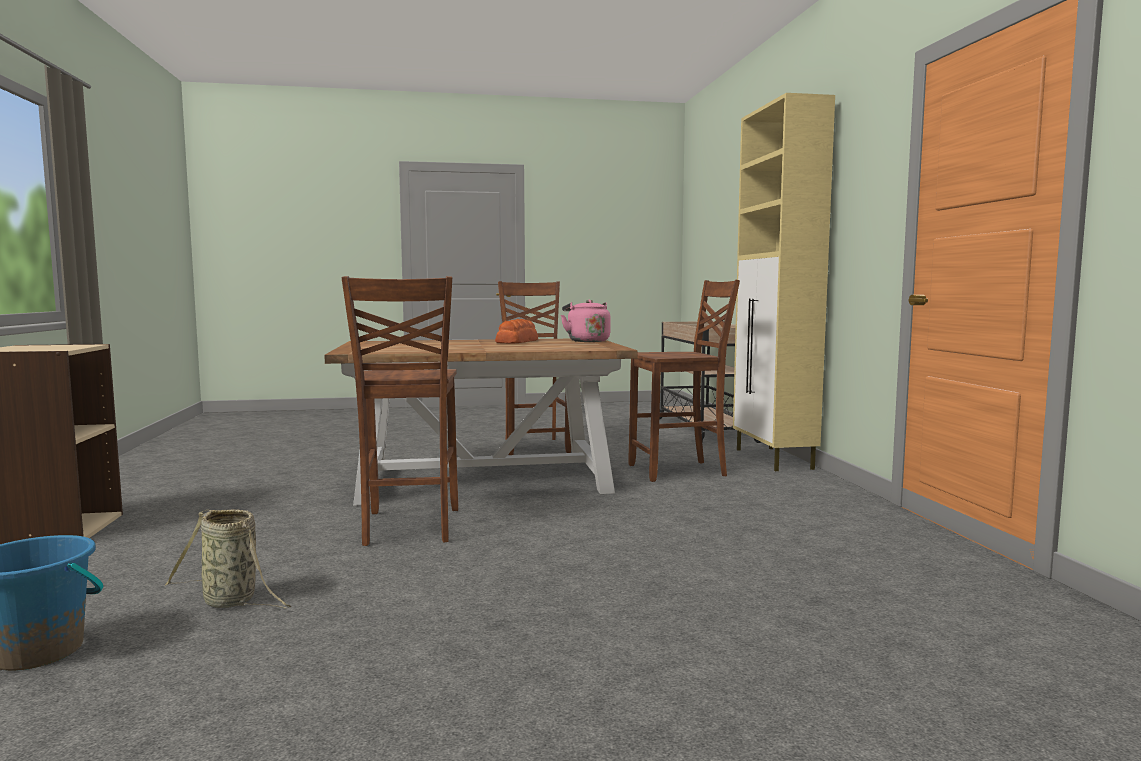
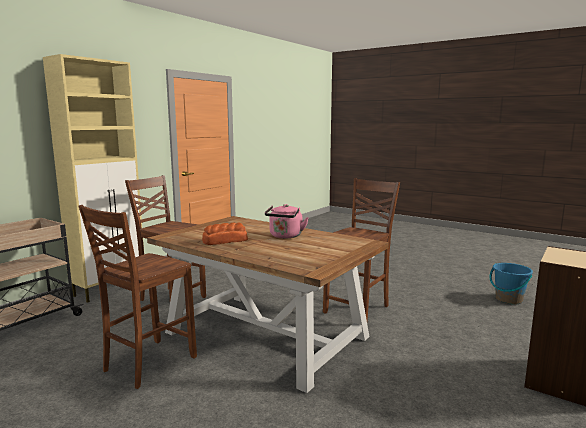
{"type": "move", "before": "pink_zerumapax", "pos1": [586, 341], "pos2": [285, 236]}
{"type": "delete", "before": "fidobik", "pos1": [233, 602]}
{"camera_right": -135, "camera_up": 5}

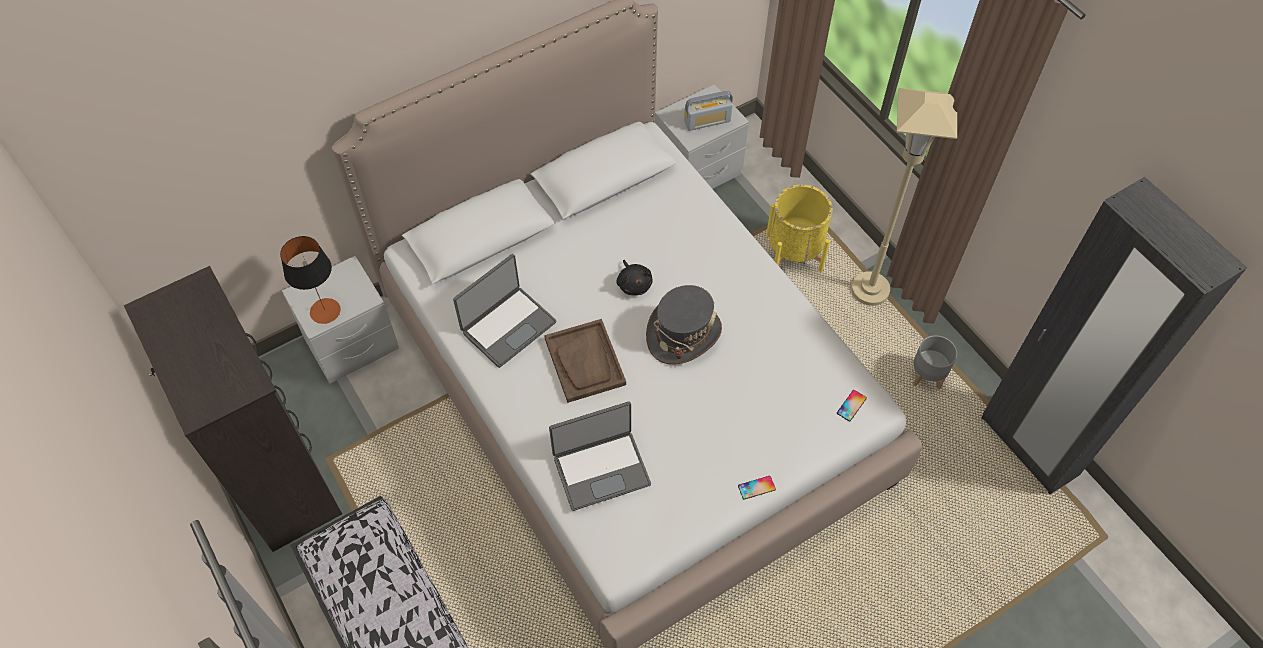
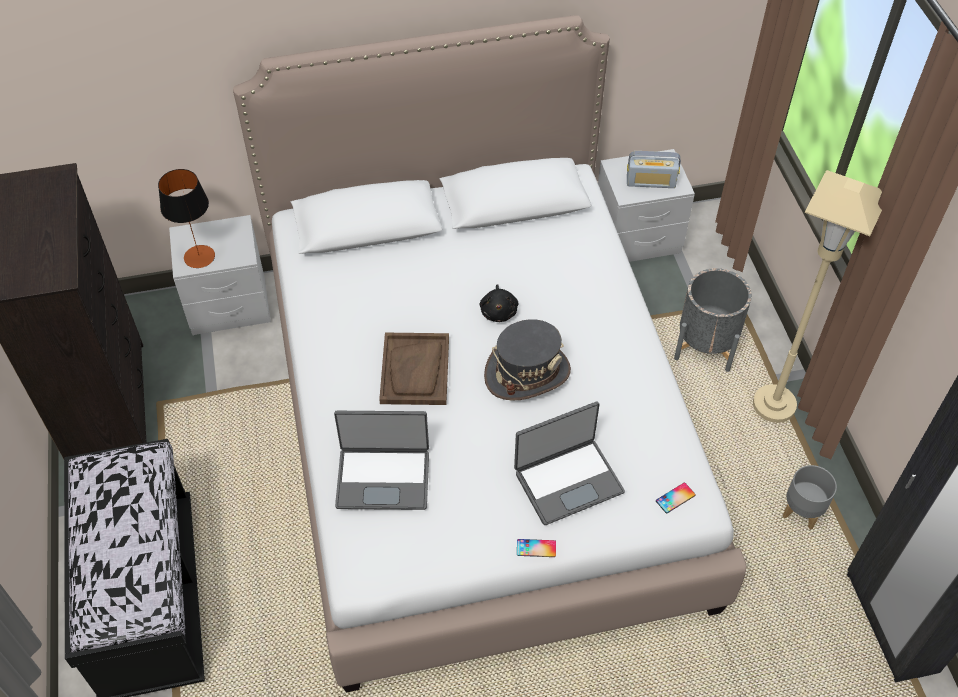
{"type": "recolor", "before": "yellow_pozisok", "after": "grey_pozisok", "pos1": [793, 253], "pos2": [705, 345]}
{"type": "move", "before": "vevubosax", "pos1": [508, 326], "pos2": [568, 480]}
{"camera_right": 20, "camera_up": -5}

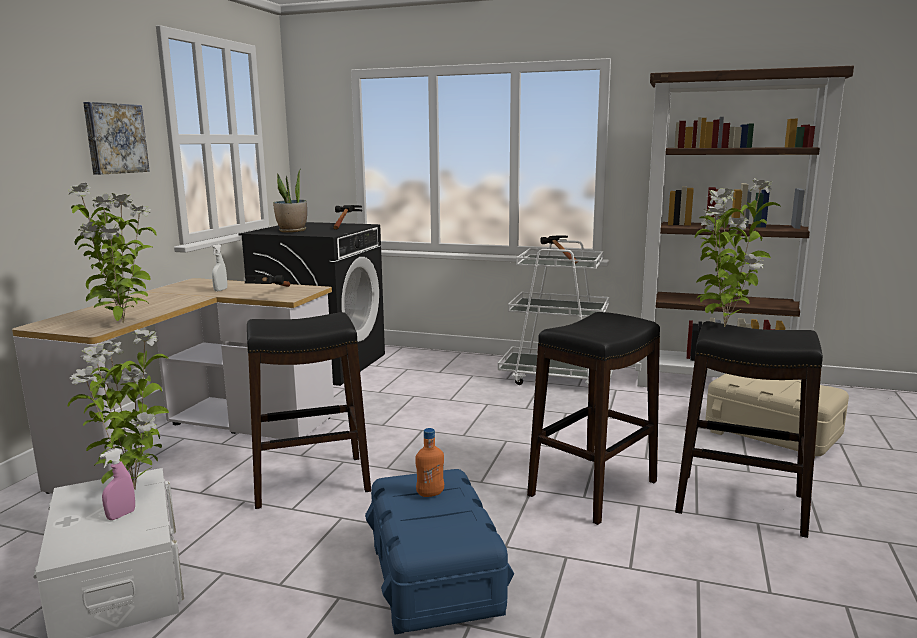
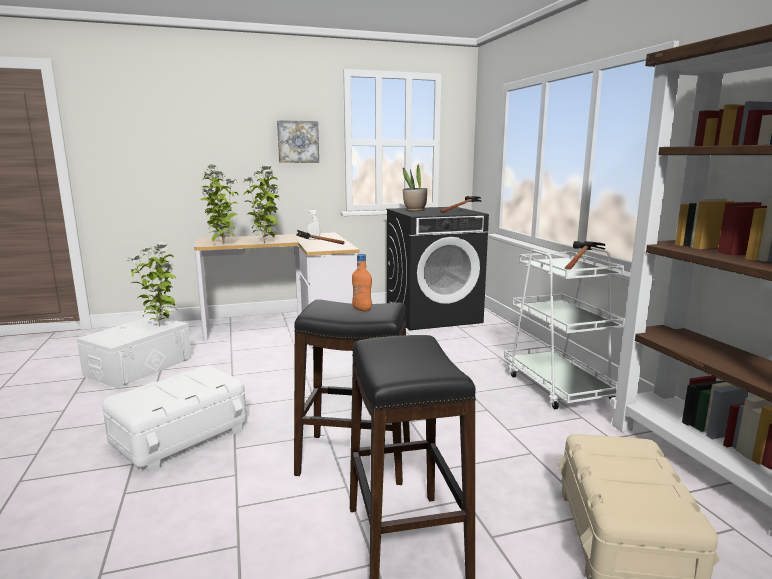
{"type": "move", "before": "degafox", "pos1": [723, 326], "pos2": [265, 242]}
{"type": "delete", "before": "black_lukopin", "pos1": [310, 481]}
{"type": "move", "before": "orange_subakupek", "pos1": [430, 494], "pos2": [362, 309]}
{"type": "delete", "before": "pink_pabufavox", "pos1": [121, 515]}
{"type": "recolor", "before": "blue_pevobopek", "after": "white_pevobopek", "pos1": [433, 578], "pos2": [180, 436]}
{"camera_right": 55, "camera_up": 0}

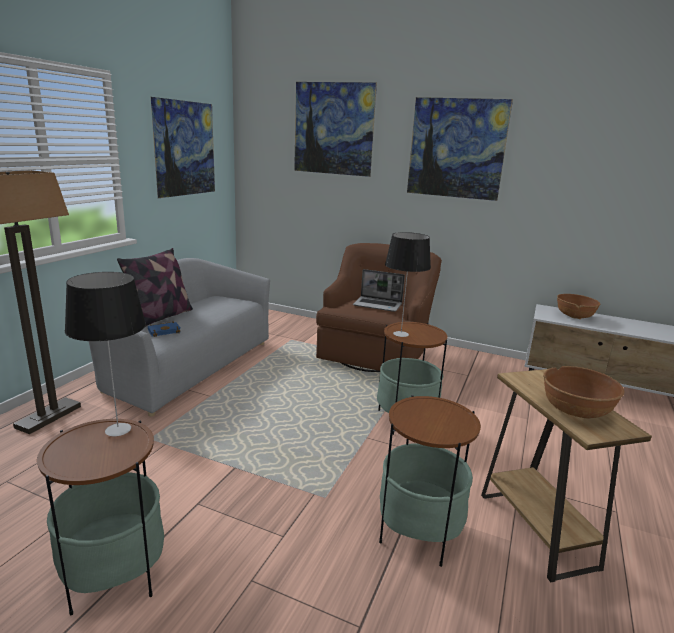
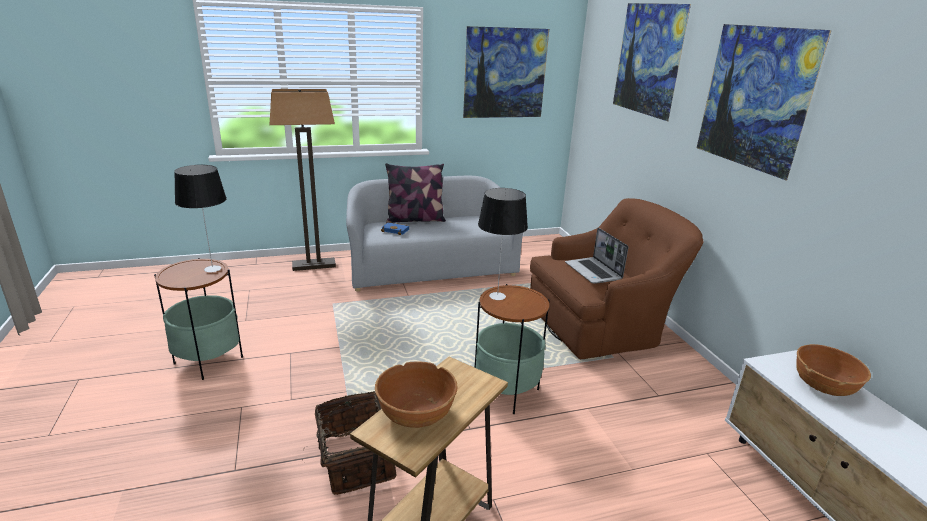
{"type": "replace", "before": "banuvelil", "after": "fidobik", "pos1": [418, 533], "pos2": [354, 460]}
{"camera_right": 50, "camera_up": 5}

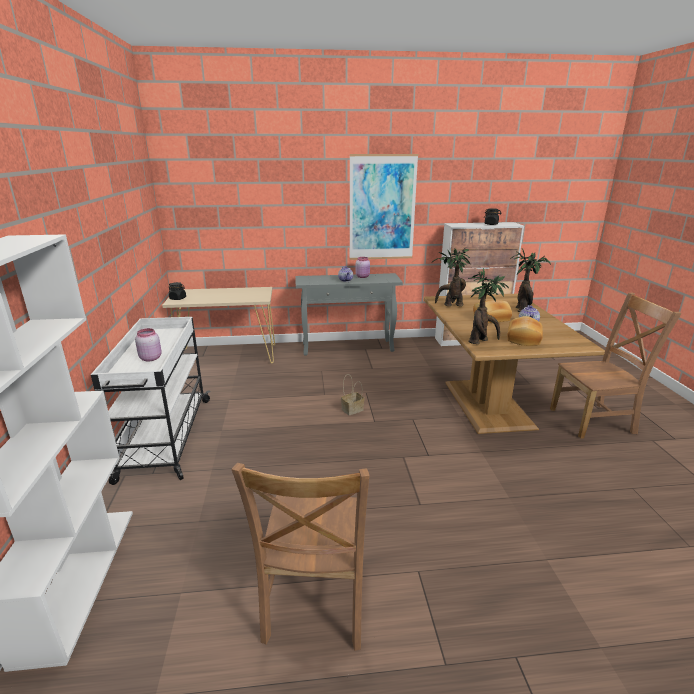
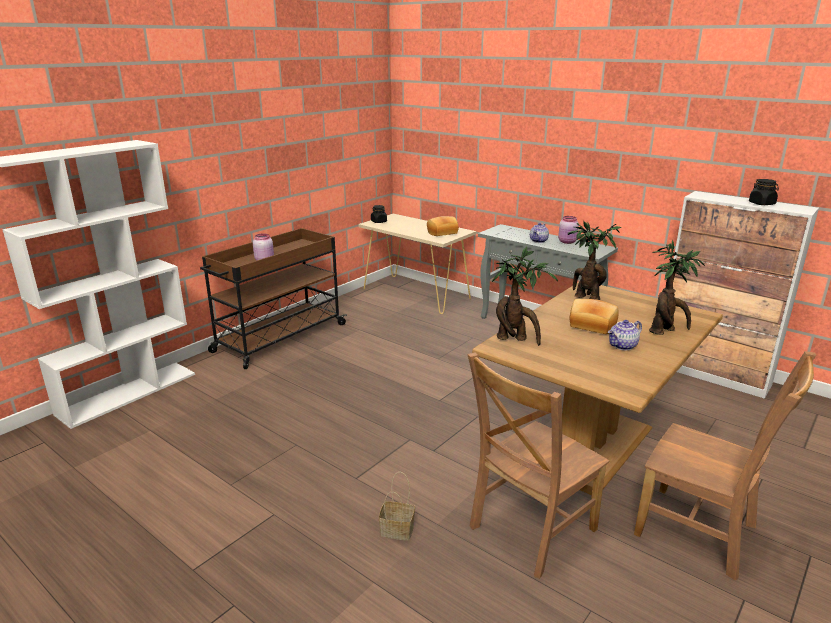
{"type": "delete", "before": "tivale", "pos1": [382, 208]}
{"type": "move", "before": "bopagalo", "pos1": [522, 339], "pos2": [442, 232]}
{"type": "recolor", "before": "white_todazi", "after": "brown_todazi", "pos1": [166, 438], "pos2": [278, 338]}
{"type": "move", "before": "fidobik", "pos1": [352, 409], "pos2": [398, 529]}
{"type": "move", "before": "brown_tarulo", "pos1": [315, 604], "pos2": [529, 530]}
{"camera_right": 45, "camera_up": 0}

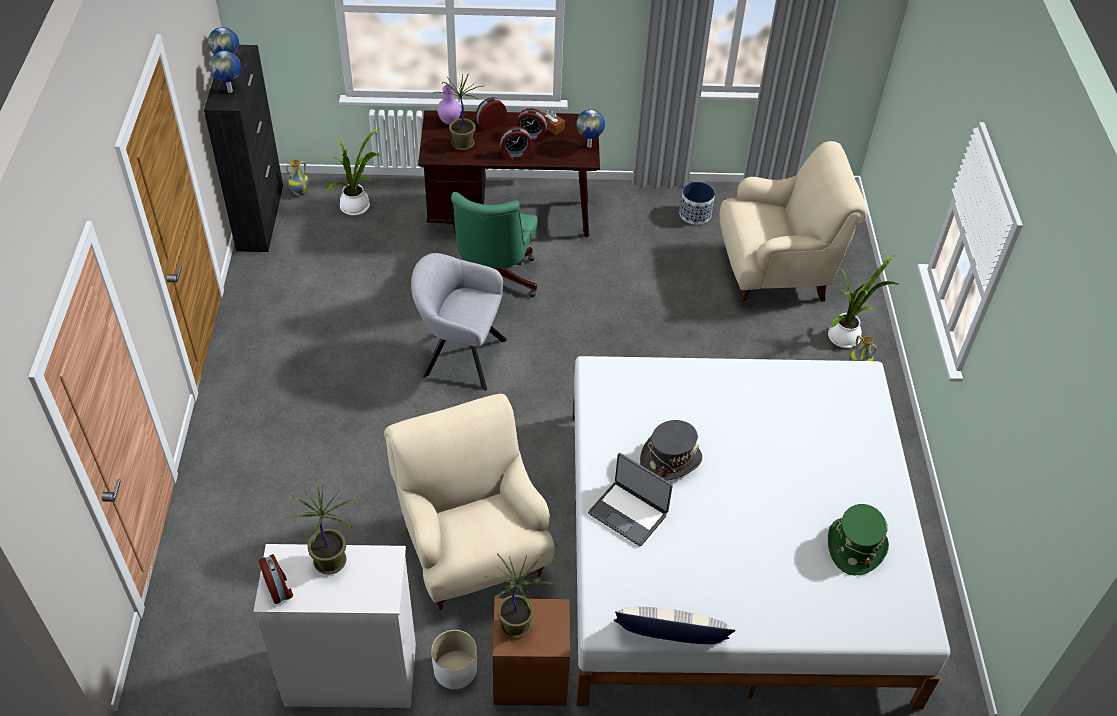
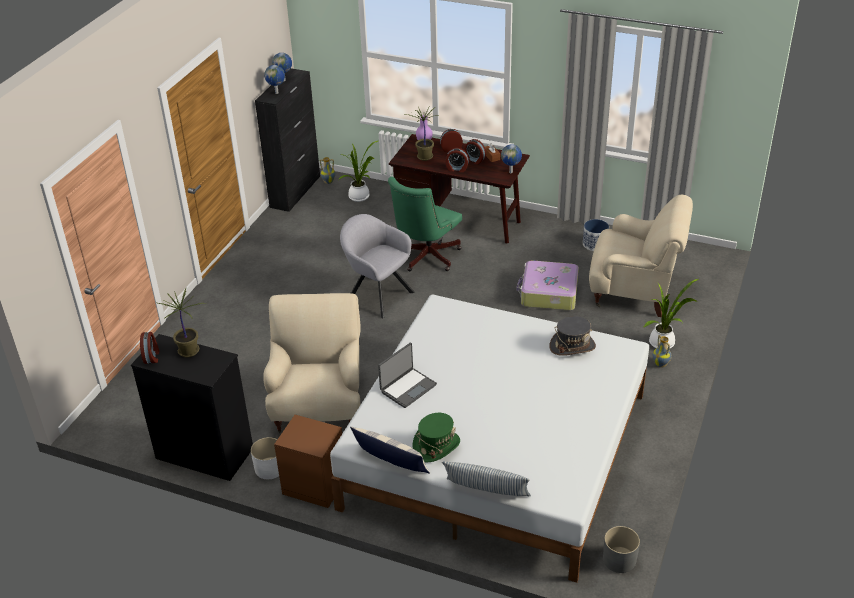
{"type": "move", "before": "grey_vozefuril", "pos1": [670, 460], "pos2": [572, 346]}
{"type": "rotate", "before": "vevubosax", "pos1": [628, 513], "pos2": [407, 388], "turn": -105}
{"type": "move", "before": "green_vozefuril", "pos1": [855, 546], "pos2": [436, 446]}
{"type": "recolor", "before": "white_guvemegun", "after": "black_guvemegun", "pos1": [349, 675], "pos2": [203, 453]}
{"type": "delete", "before": "degafox", "pos1": [516, 625]}
{"type": "insert", "after": "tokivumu", "pos2": [548, 293]}
{"type": "insert", "after": "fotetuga", "pos2": [486, 492]}
{"type": "insert", "after": "grey_pozisok", "pos2": [619, 559]}
{"camera_right": 25, "camera_up": -10}

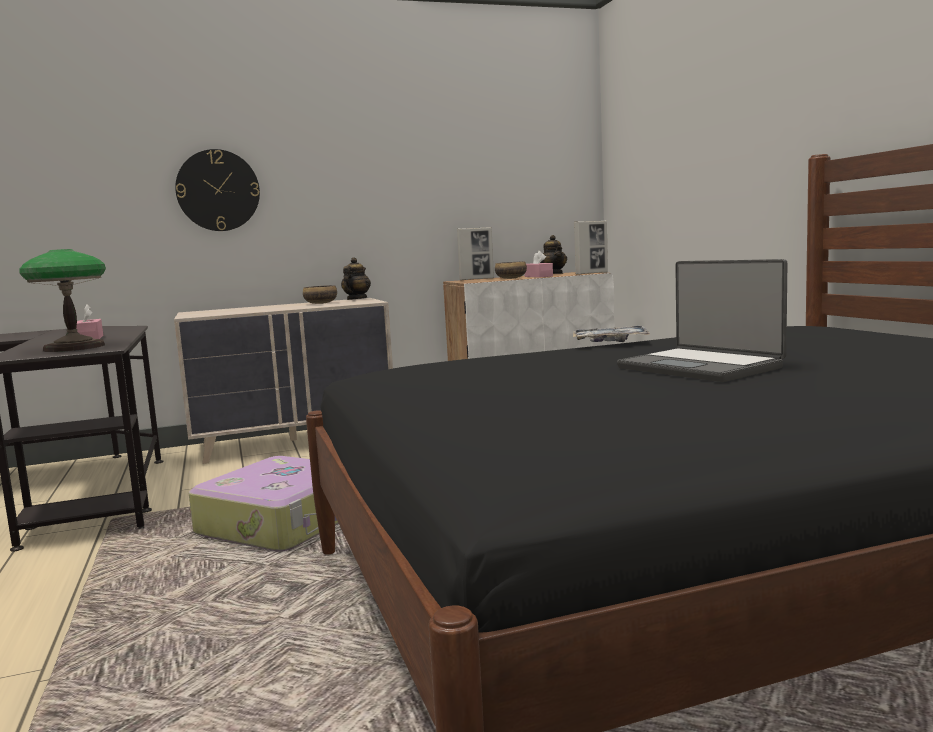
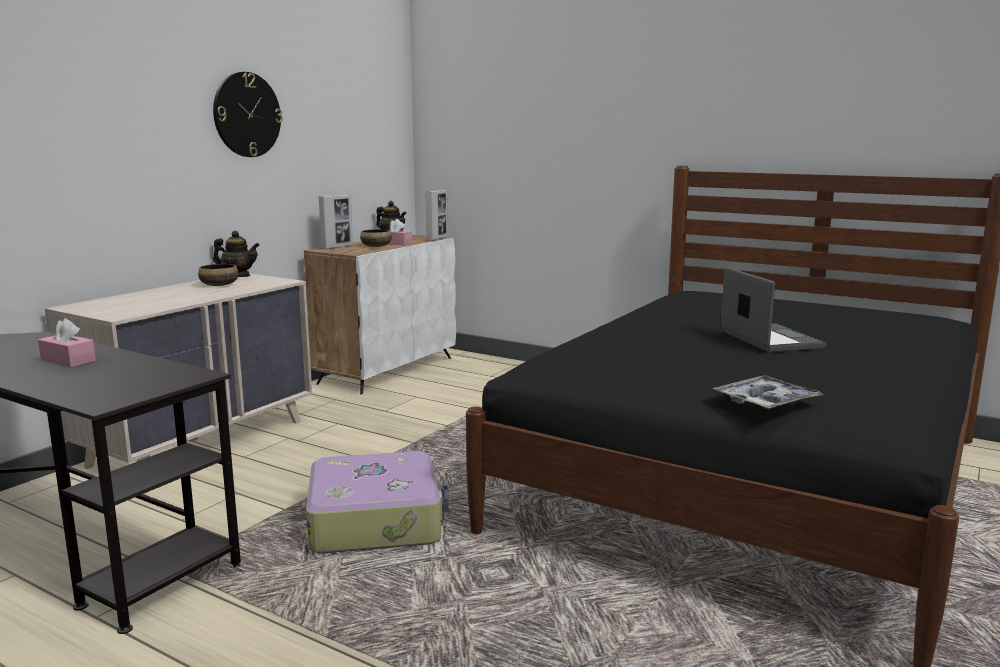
{"type": "move", "before": "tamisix", "pos1": [218, 190], "pos2": [247, 115]}
{"type": "delete", "before": "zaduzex", "pos1": [74, 347]}
{"type": "rotate", "before": "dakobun", "pos1": [356, 299], "pos2": [238, 276], "turn": 120}
{"type": "rotate", "before": "vevubosax", "pos1": [701, 367], "pos2": [768, 340], "turn": -120}
{"type": "move", "before": "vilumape", "pos1": [610, 342], "pos2": [765, 402]}
{"camera_right": -40, "camera_up": 5}

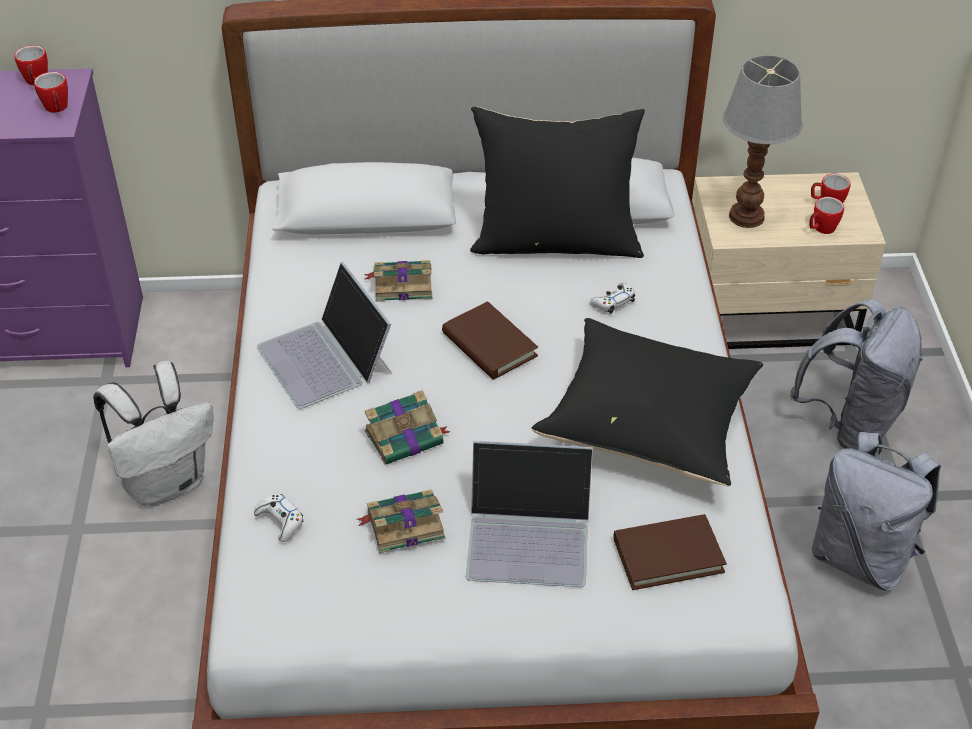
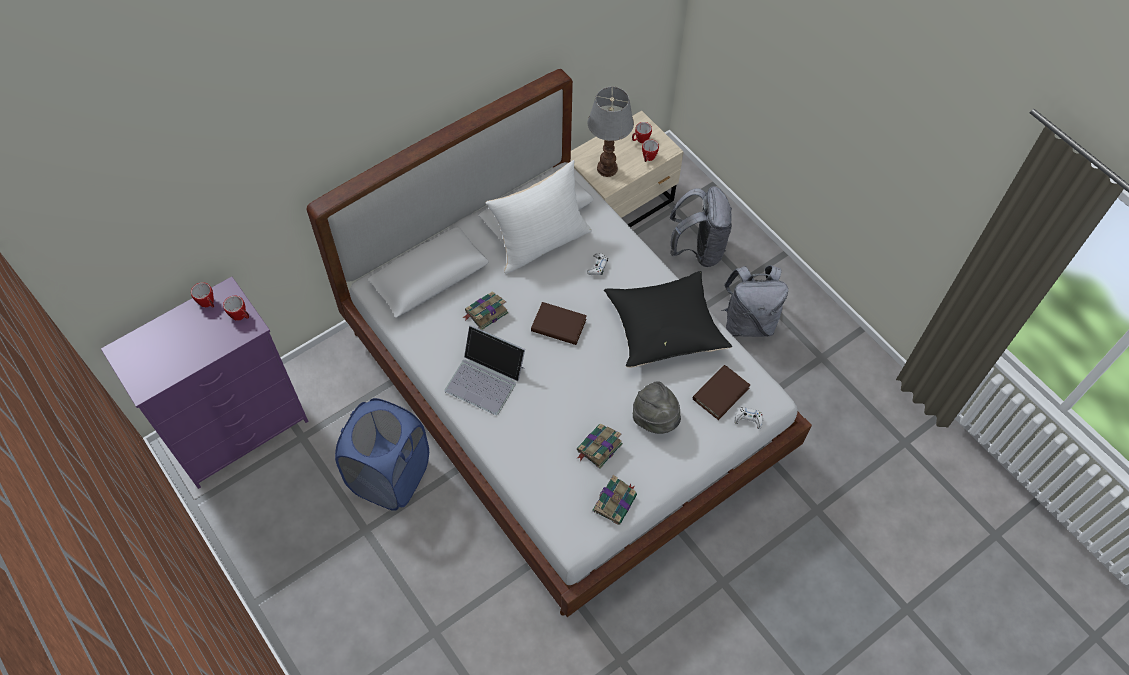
{"type": "recolor", "before": "black_fotetuga", "after": "white_fotetuga", "pos1": [556, 240], "pos2": [541, 242]}
{"type": "replace", "before": "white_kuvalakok", "after": "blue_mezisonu", "pos1": [167, 482], "pos2": [390, 476]}
{"type": "move", "before": "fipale", "pos1": [406, 437], "pos2": [615, 502]}
{"type": "replace", "before": "vevubosax", "after": "grey_vozefuril", "pos1": [529, 535], "pos2": [655, 419]}
{"type": "move", "before": "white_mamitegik", "pos1": [280, 521], "pos2": [748, 419]}
{"camera_right": -35, "camera_up": 15}

